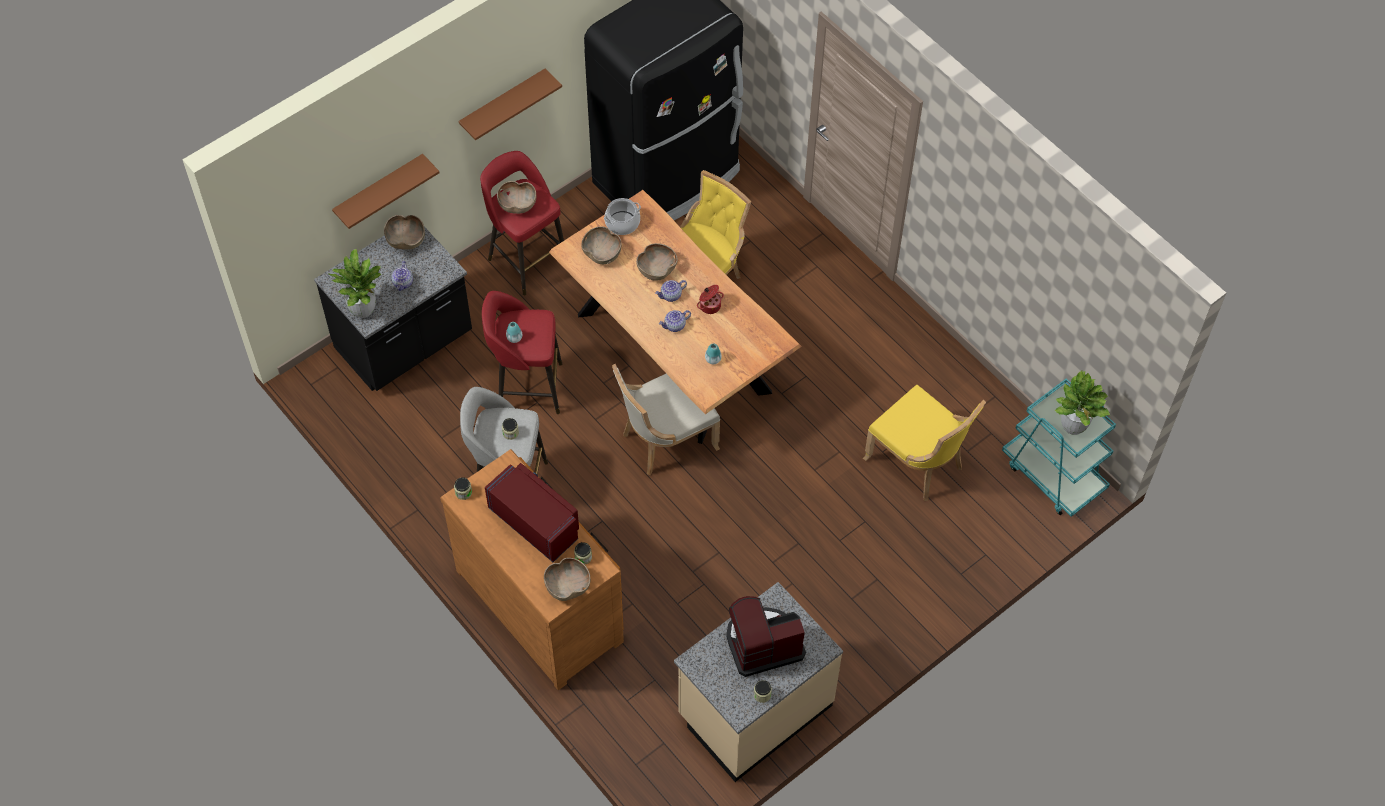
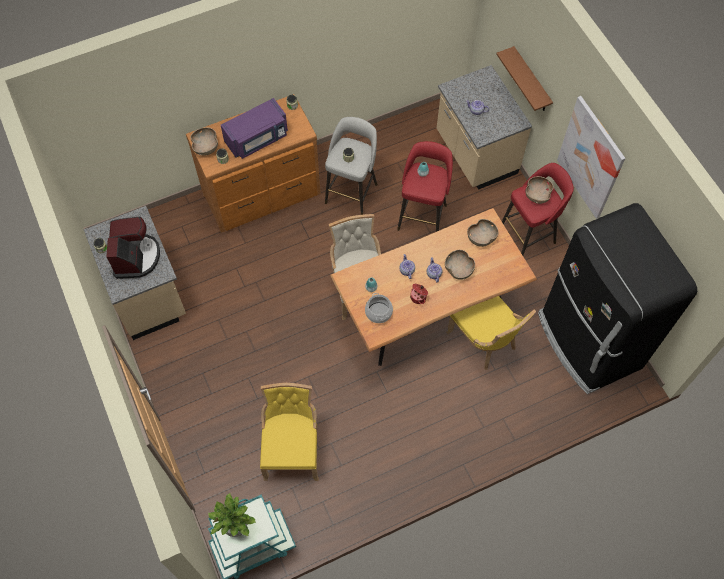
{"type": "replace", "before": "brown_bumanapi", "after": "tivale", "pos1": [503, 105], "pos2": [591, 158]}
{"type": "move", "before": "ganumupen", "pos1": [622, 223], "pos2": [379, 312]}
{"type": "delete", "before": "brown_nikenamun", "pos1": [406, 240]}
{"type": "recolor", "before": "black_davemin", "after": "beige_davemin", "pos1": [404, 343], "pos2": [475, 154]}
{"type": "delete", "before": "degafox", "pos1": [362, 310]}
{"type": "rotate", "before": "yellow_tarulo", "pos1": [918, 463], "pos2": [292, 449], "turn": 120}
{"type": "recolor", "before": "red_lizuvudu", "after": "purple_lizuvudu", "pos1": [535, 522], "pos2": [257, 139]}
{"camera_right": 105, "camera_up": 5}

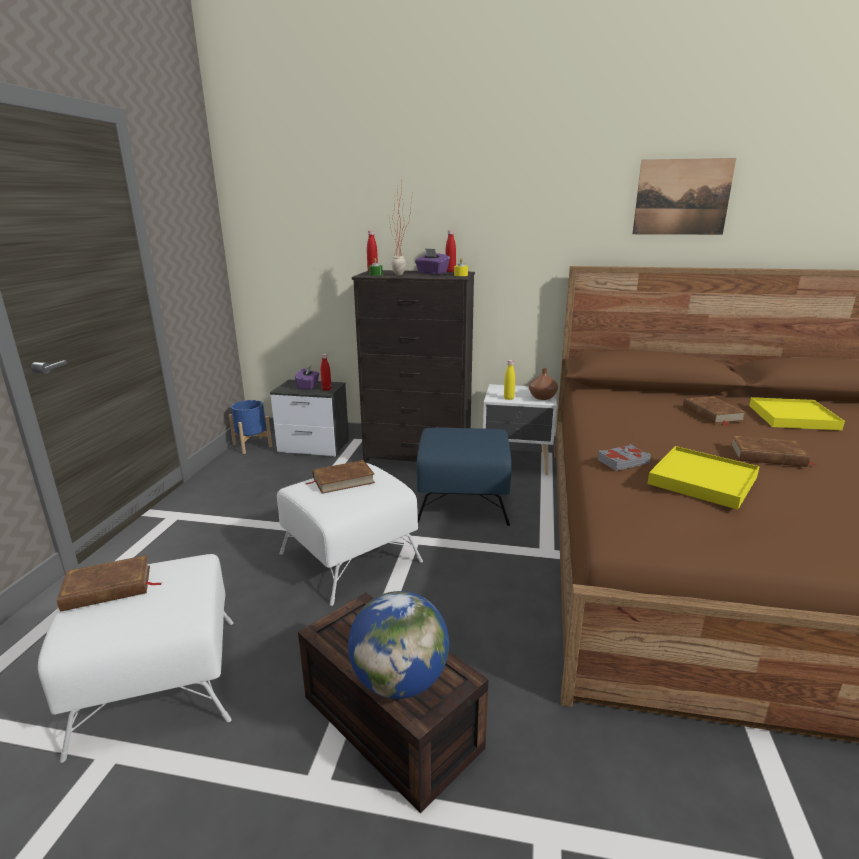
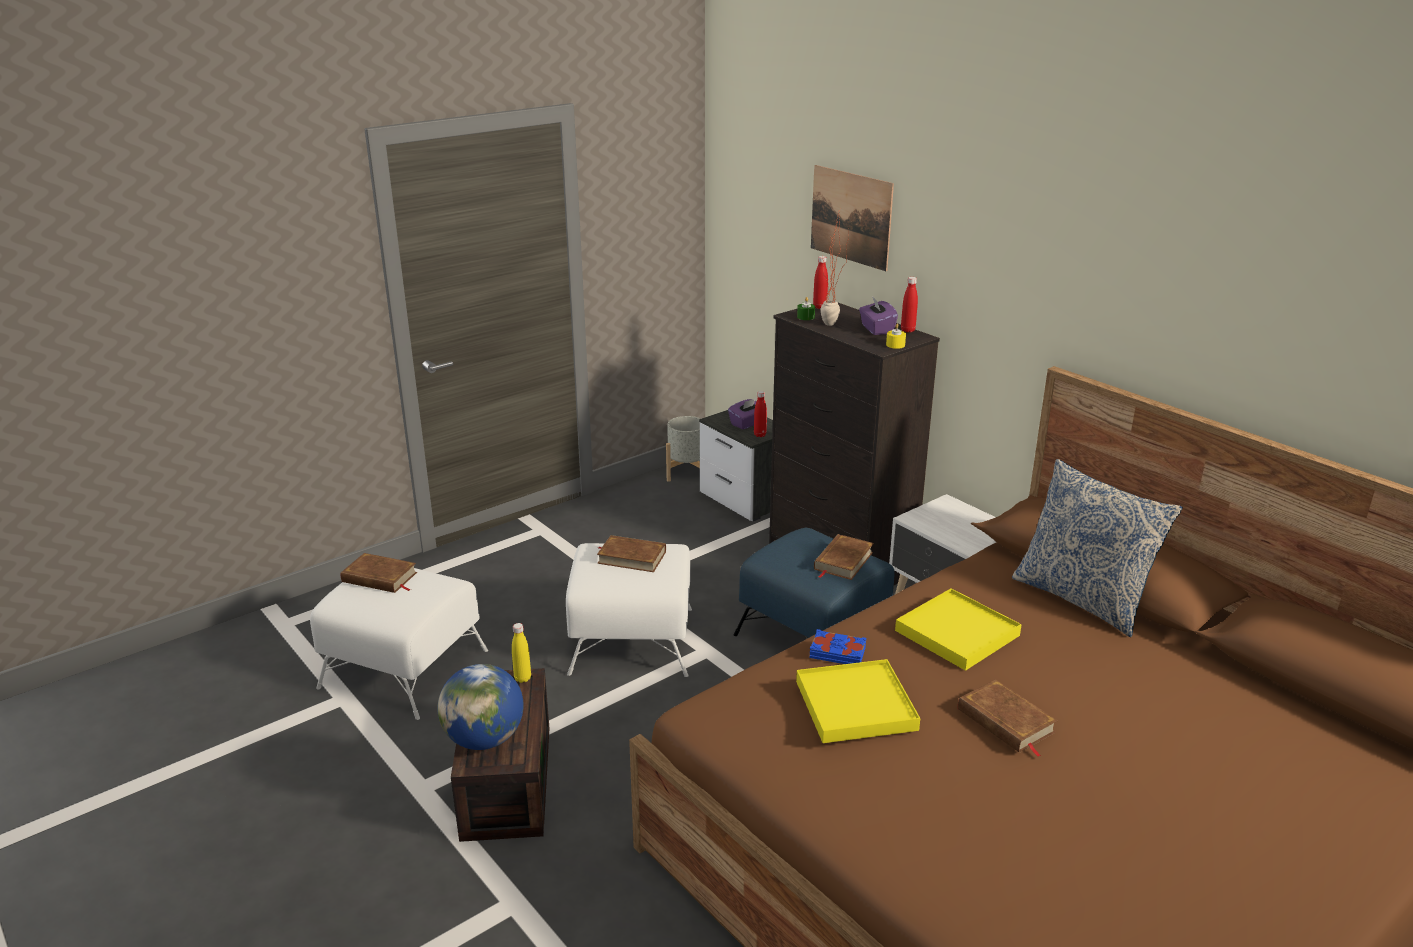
{"type": "move", "before": "tivale", "pos1": [682, 197], "pos2": [851, 217]}
{"type": "move", "before": "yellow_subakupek", "pos1": [509, 398], "pos2": [522, 678]}
{"type": "delete", "before": "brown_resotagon", "pos1": [542, 397]}
{"type": "move", "before": "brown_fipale", "pos1": [712, 413], "pos2": [843, 561]}
{"type": "move", "before": "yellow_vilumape", "pos1": [793, 417], "pos2": [957, 633]}
{"type": "recolor", "before": "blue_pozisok", "after": "grey_pozisok", "pos1": [252, 445], "pos2": [687, 473]}
{"type": "recolor", "before": "grey_fipale", "after": "blue_fipale", "pos1": [622, 461], "pos2": [837, 652]}
{"type": "insert", "after": "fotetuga", "pos2": [1082, 599]}
{"camera_right": 40, "camera_up": 5}

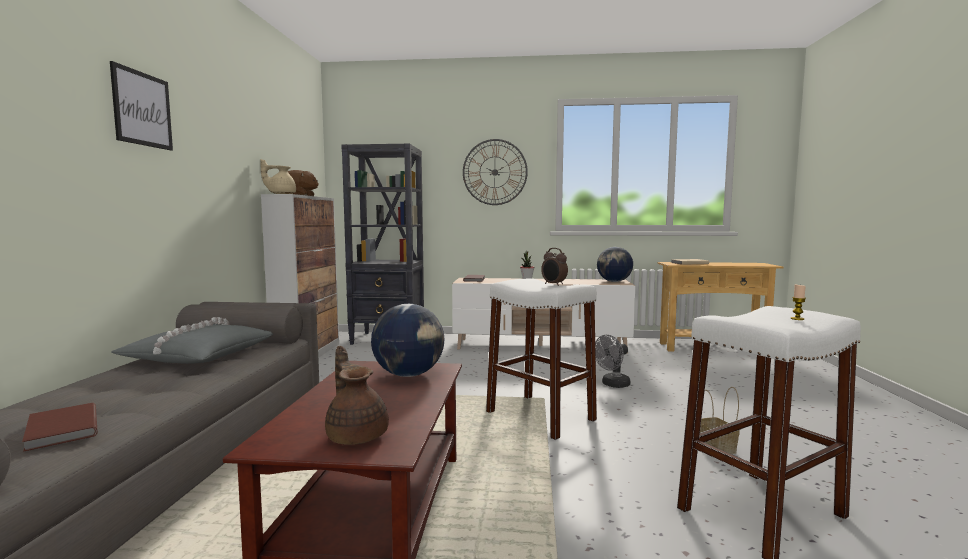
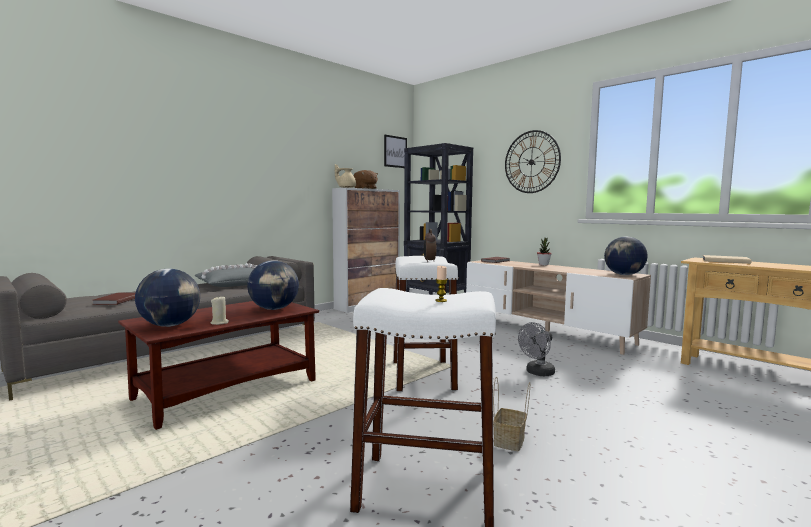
{"type": "move", "before": "tivale", "pos1": [142, 109], "pos2": [395, 151]}
{"type": "rotate", "before": "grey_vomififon", "pos1": [612, 385], "pos2": [537, 373], "turn": -45}
{"type": "replace", "before": "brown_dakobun", "after": "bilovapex", "pos1": [357, 435], "pos2": [170, 325]}
{"type": "insert", "after": "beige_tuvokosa", "pos2": [219, 323]}
{"camera_right": 40, "camera_up": 0}

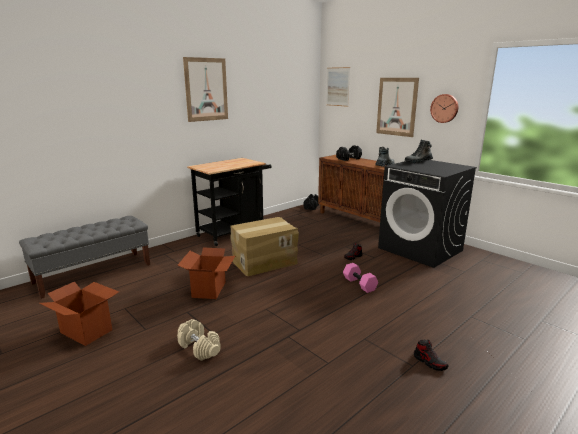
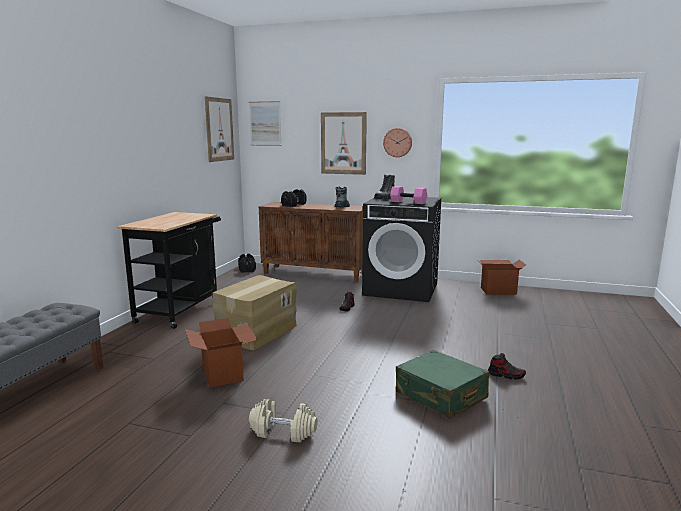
{"type": "move", "before": "tivale", "pos1": [206, 89], "pos2": [219, 129]}
{"type": "move", "before": "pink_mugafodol", "pos1": [360, 284], "pos2": [409, 202]}
{"type": "move", "before": "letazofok", "pos1": [87, 331], "pos2": [498, 291]}
{"type": "insert", "after": "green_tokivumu", "pos2": [441, 395]}
{"camera_right": -30, "camera_up": -5}

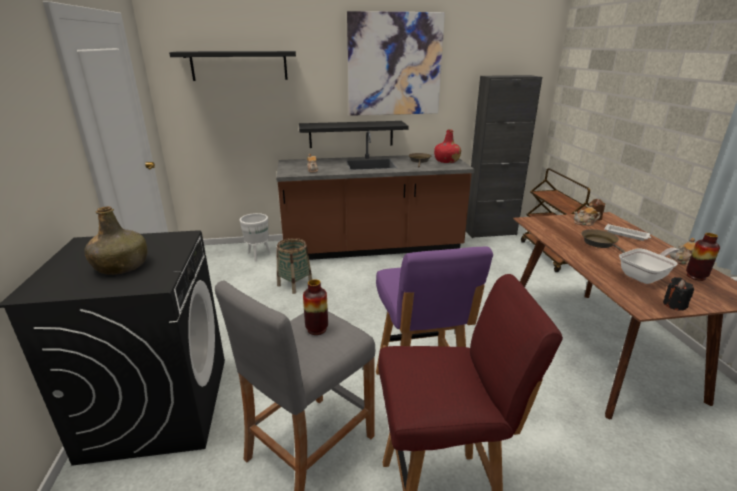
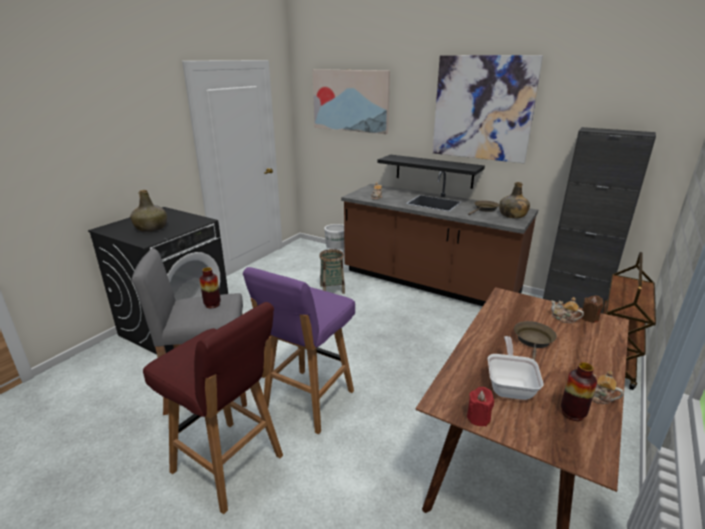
{"type": "replace", "before": "black_bumanapi", "after": "tivale", "pos1": [239, 65], "pos2": [350, 101]}
{"type": "recolor", "before": "red_subakupek", "after": "green_subakupek", "pos1": [446, 161], "pos2": [512, 215]}
{"type": "delete", "before": "white_vilumape", "pos1": [627, 235]}
{"type": "rotate", "before": "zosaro", "pos1": [646, 276], "pos2": [510, 385], "turn": -90}
{"type": "recolor", "before": "black_tuvokosa", "after": "red_tuvokosa", "pos1": [674, 305], "pos2": [478, 418]}
{"camera_right": 40, "camera_up": 0}

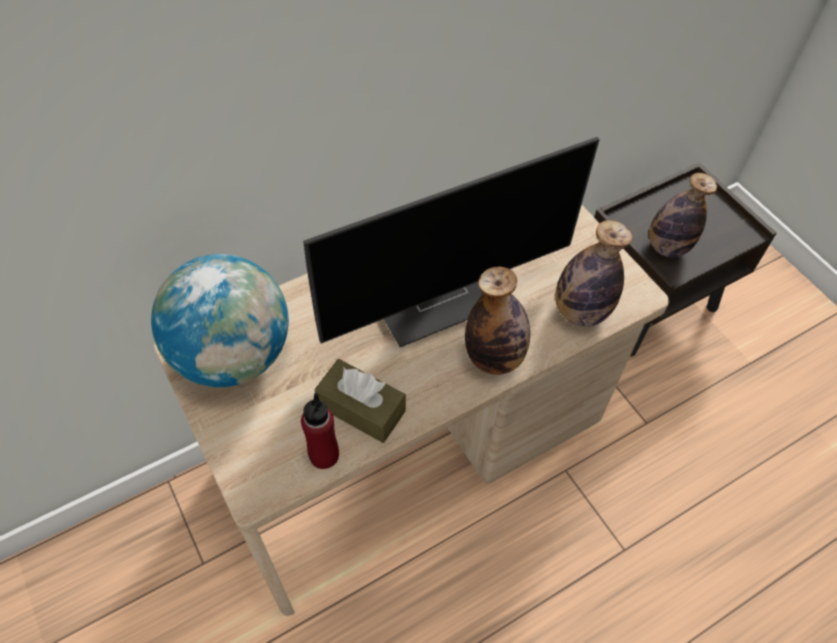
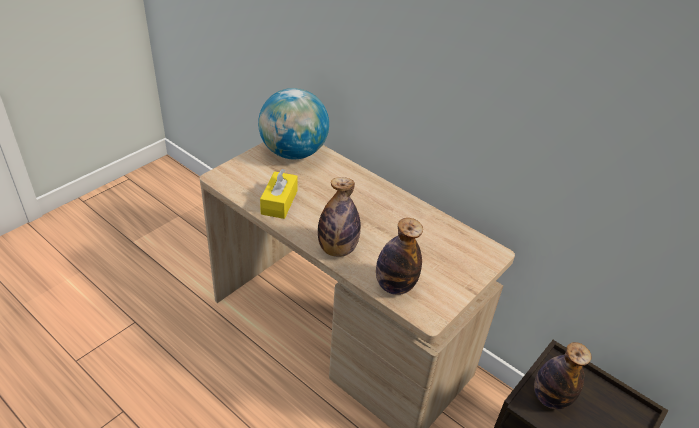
{"type": "delete", "before": "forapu", "pos1": [440, 295]}
{"type": "recolor", "before": "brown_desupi", "after": "yellow_desupi", "pos1": [361, 408], "pos2": [279, 202]}
{"type": "delete", "before": "red_subakupek", "pos1": [324, 455]}
{"camera_right": 70, "camera_up": -15}

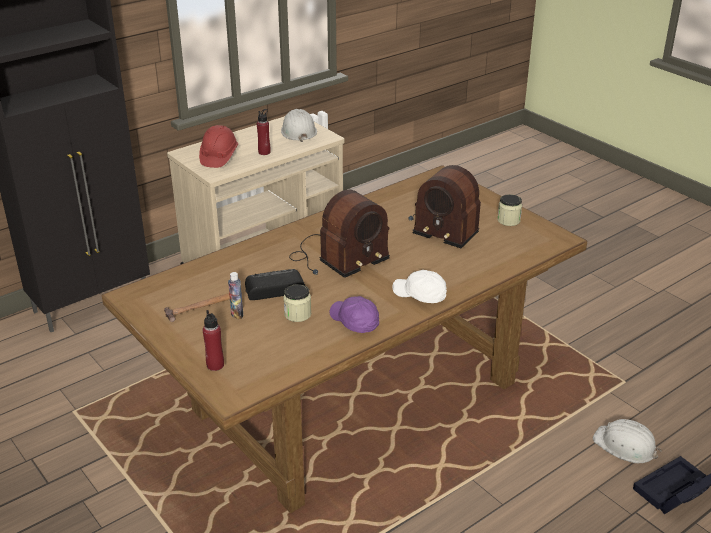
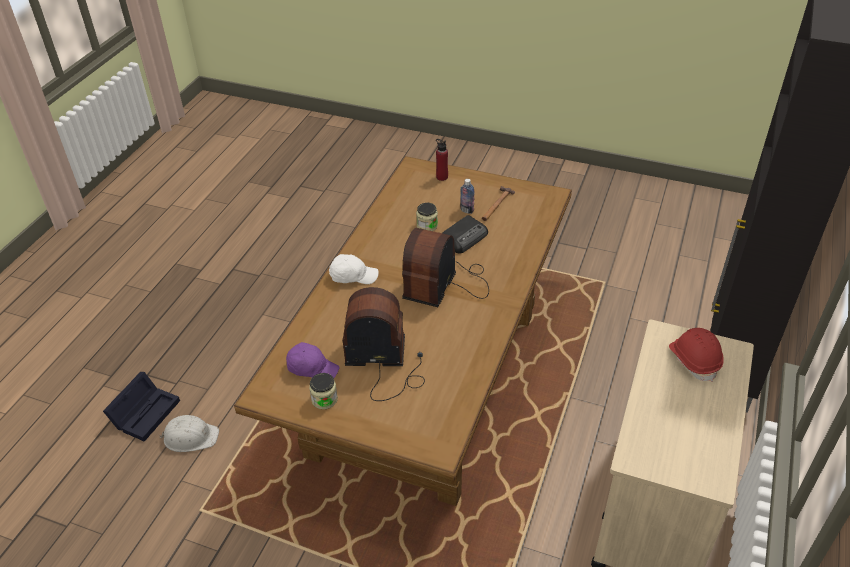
{"type": "delete", "before": "red_subakupek", "pos1": [264, 152]}
{"type": "delete", "before": "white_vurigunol", "pos1": [298, 131]}
{"type": "move", "before": "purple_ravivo", "pos1": [354, 321], "pos2": [312, 368]}
{"camera_right": 150, "camera_up": 10}

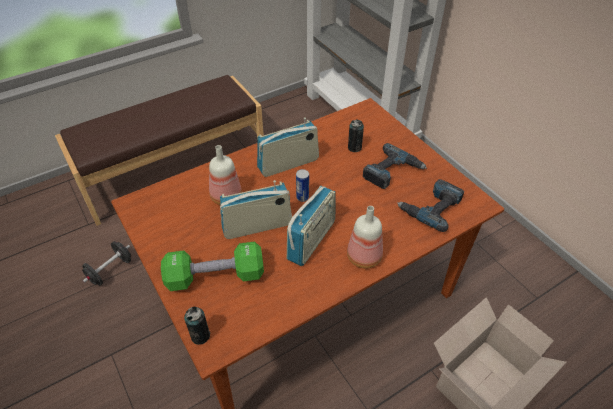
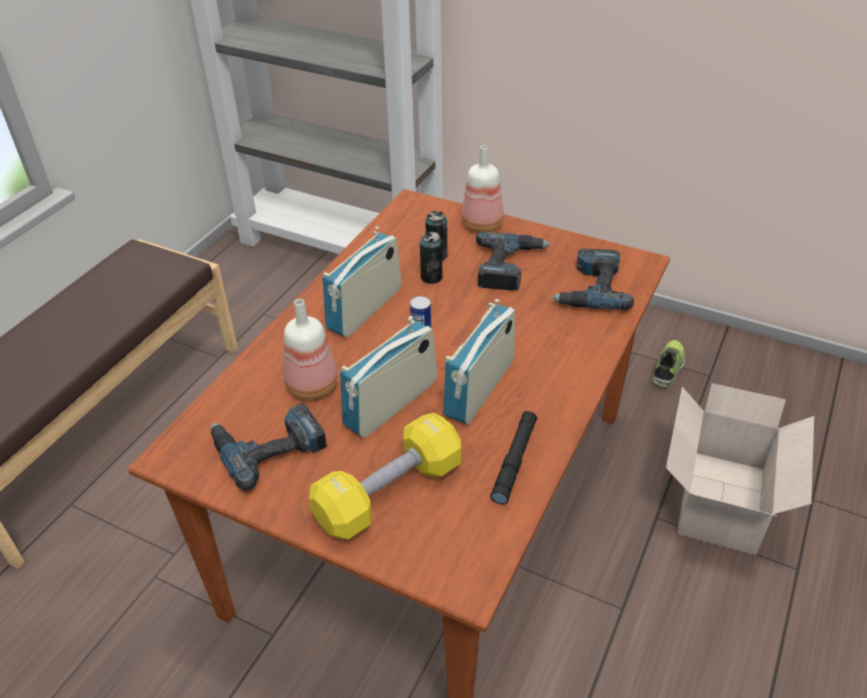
{"type": "rotate", "before": "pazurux", "pos1": [311, 240], "pos2": [480, 388], "turn": -150}
{"type": "move", "before": "subakupek", "pos1": [365, 258], "pos2": [483, 225]}
{"type": "delete", "before": "black_mugafodol", "pos1": [110, 270]}
{"type": "recolor", "before": "green_mugafodol", "after": "yellow_mugafodol", "pos1": [215, 276], "pos2": [389, 492]}
{"type": "move", "before": "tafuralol", "pos1": [200, 336], "pos2": [431, 277]}
{"type": "insert", "after": "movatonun", "pos2": [668, 368]}
{"type": "insert", "after": "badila", "pos2": [268, 446]}
{"type": "insert", "after": "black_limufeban", "pos2": [514, 461]}
{"camera_right": -30, "camera_up": -5}

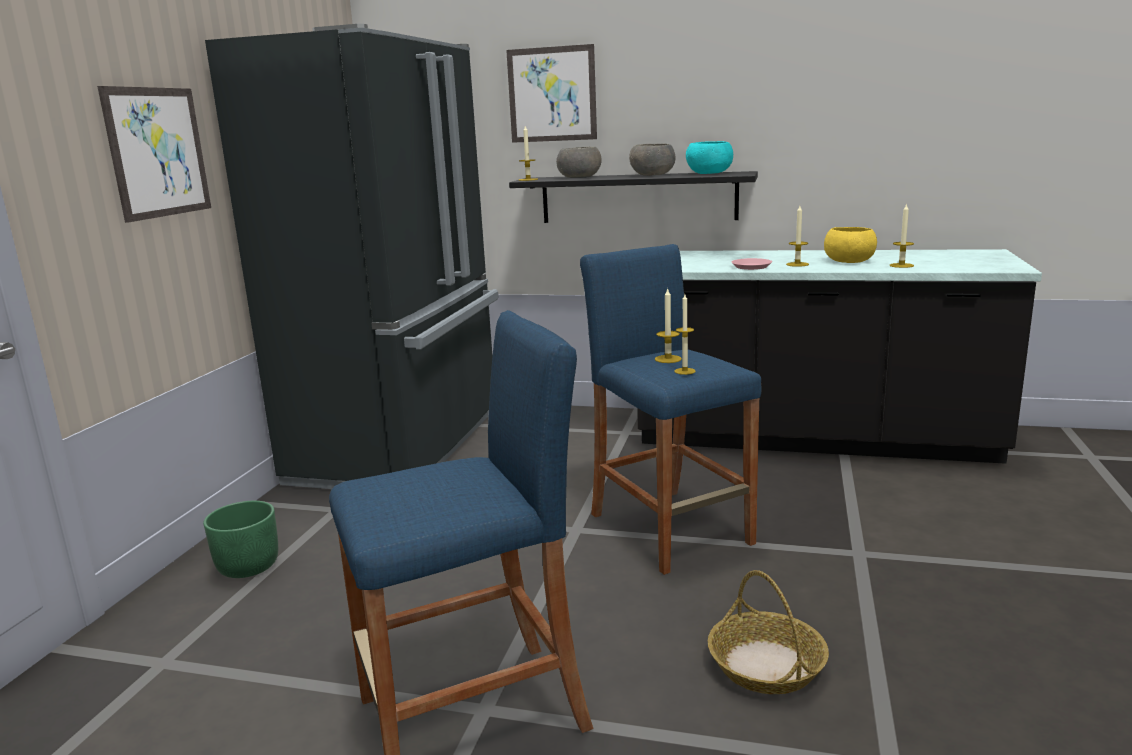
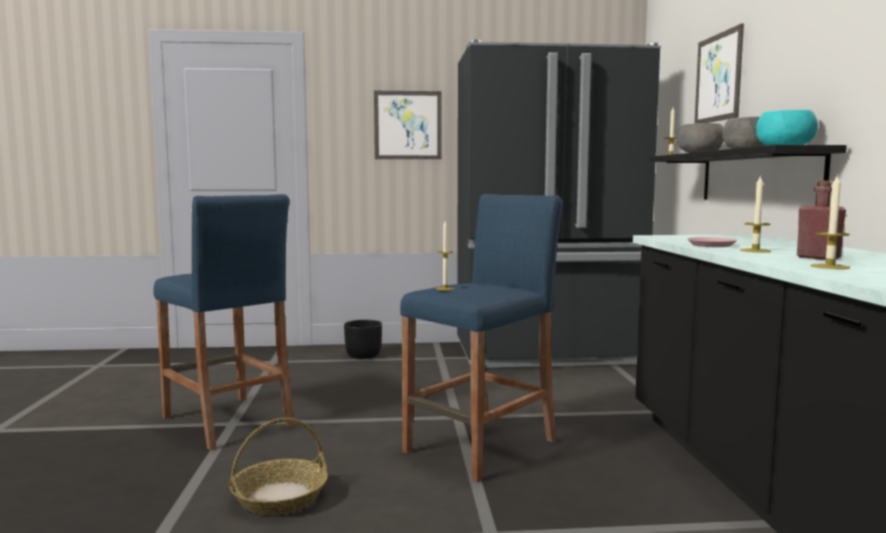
{"type": "replace", "before": "yellow_nikenamun", "after": "red_subakupek", "pos1": [849, 261], "pos2": [818, 258]}
{"type": "delete", "before": "tuvokosa", "pos1": [668, 359]}
{"type": "recolor", "before": "green_pozisok", "after": "black_pozisok", "pos1": [248, 566], "pos2": [363, 356]}
{"camera_right": 70, "camera_up": -10}

